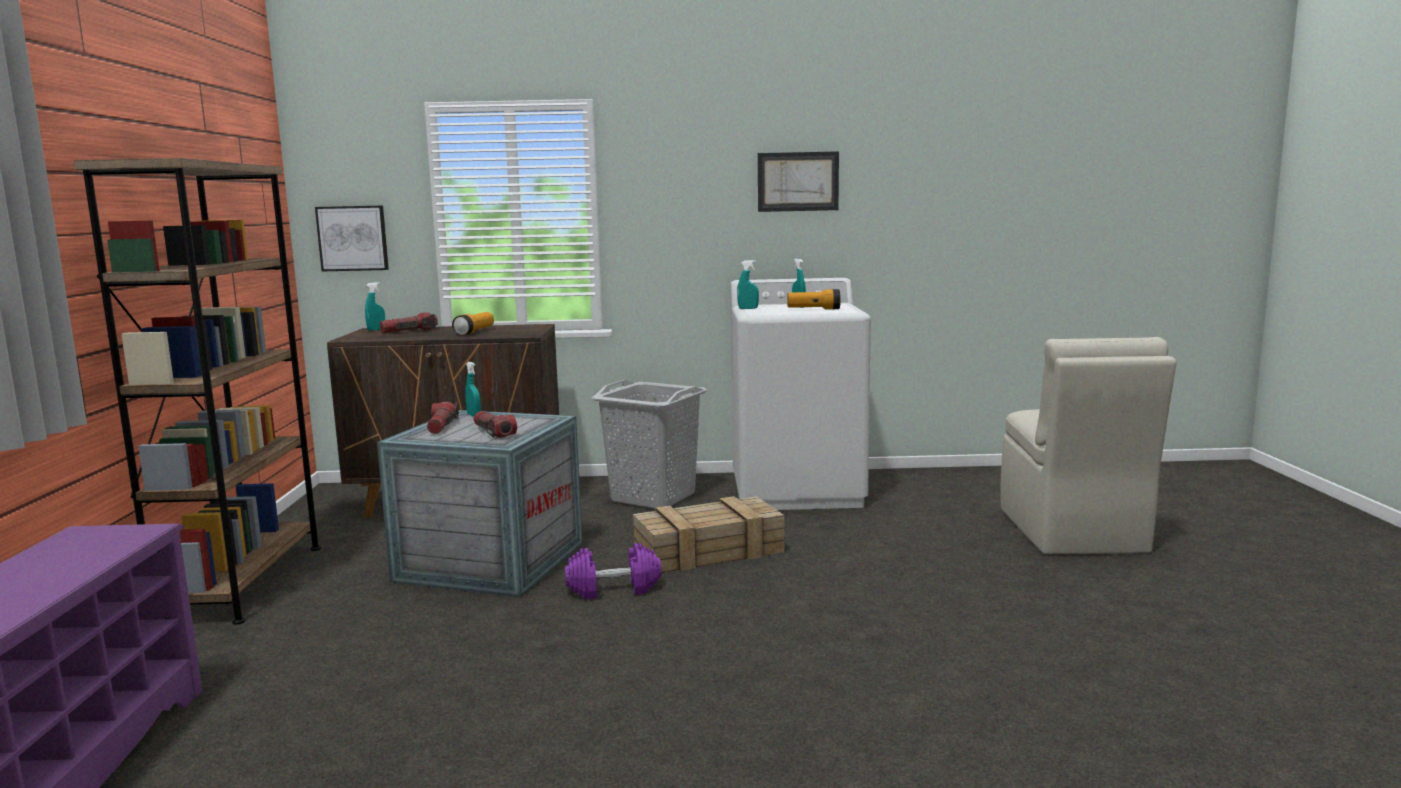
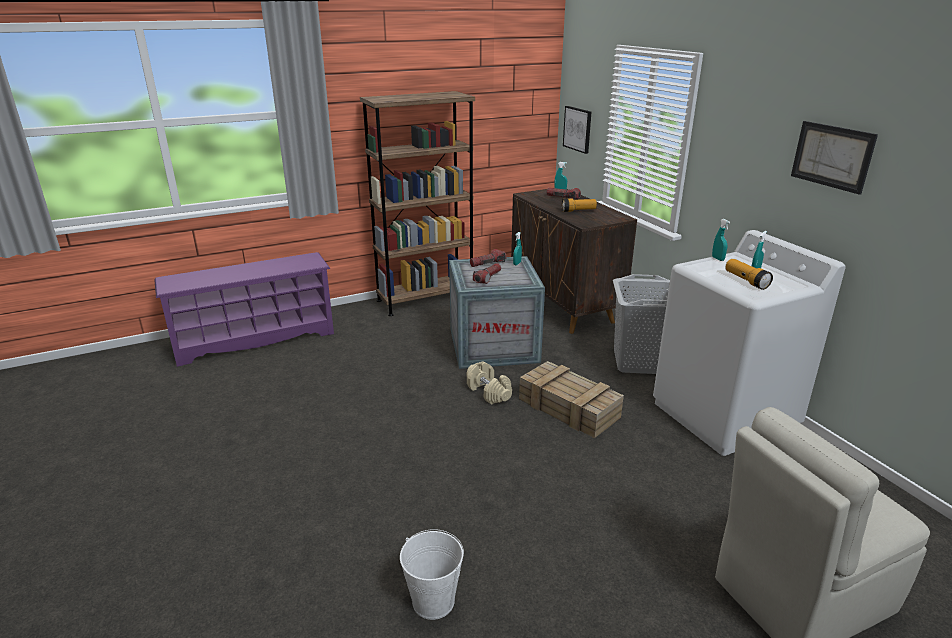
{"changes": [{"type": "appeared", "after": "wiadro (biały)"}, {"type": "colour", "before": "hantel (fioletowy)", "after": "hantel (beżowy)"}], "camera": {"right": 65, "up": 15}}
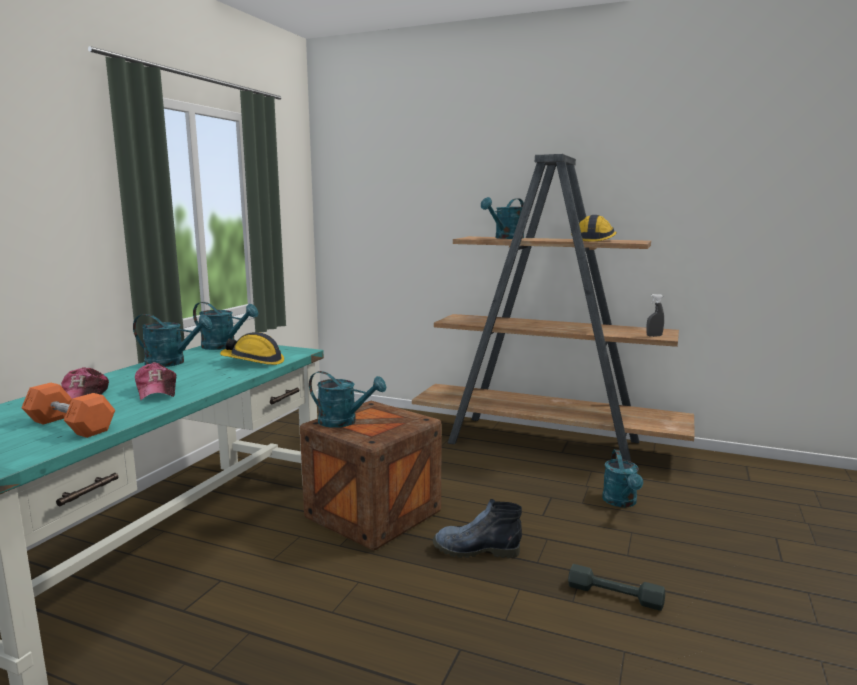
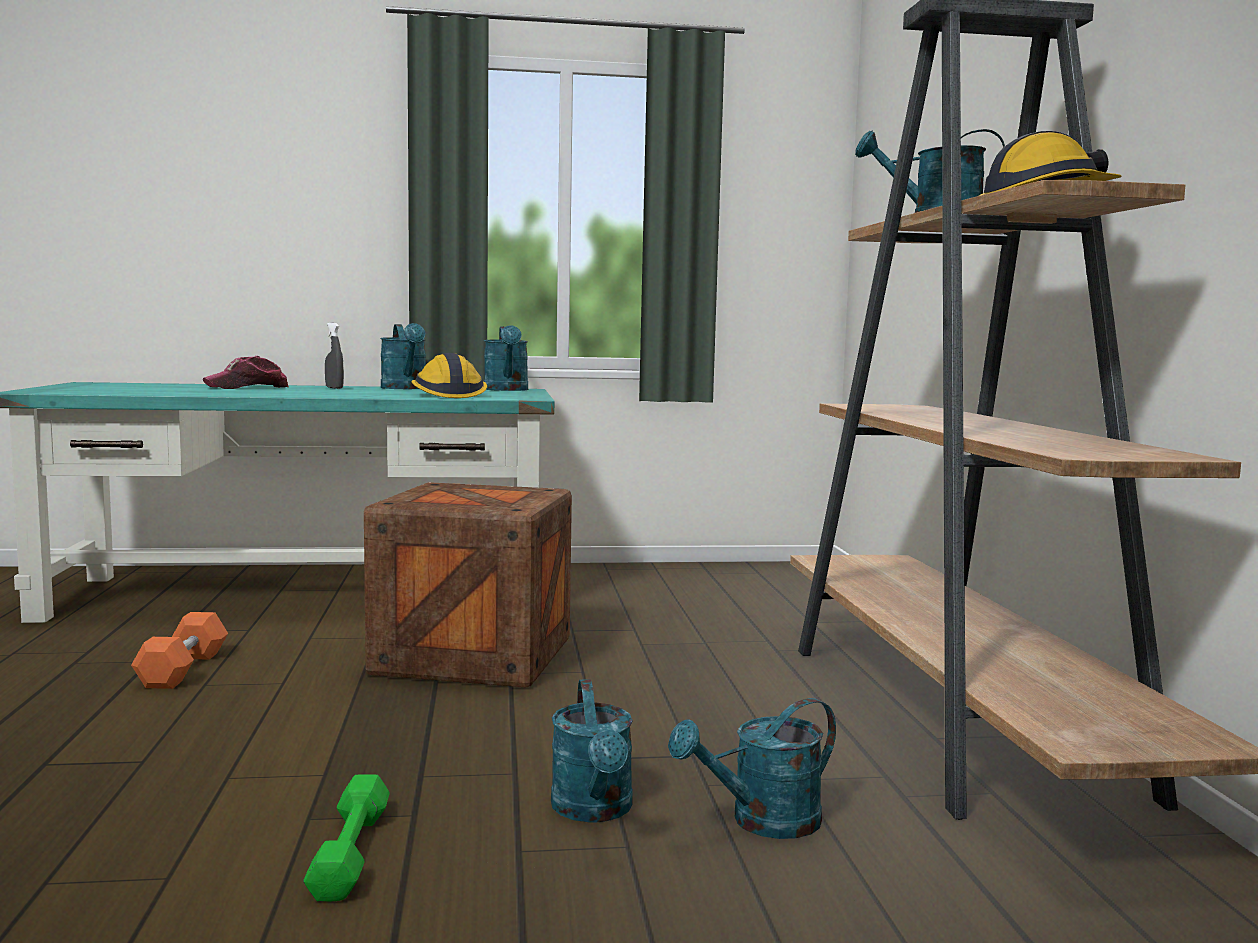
{"changes": [{"type": "missing", "before": "czapka z daszkiem (no. 2 from left)"}, {"type": "missing", "before": "but z cholewką"}, {"type": "relocated", "before": "hantel (pomarańczowy)"}, {"type": "relocated", "before": "konewka (turkusowy) (no. 3 from left)"}, {"type": "relocated", "before": "spryskiwacz (szary)"}, {"type": "colour", "before": "hantel (szary)", "after": "hantel (zielony)"}], "camera": {"right": 60, "up": -5}}
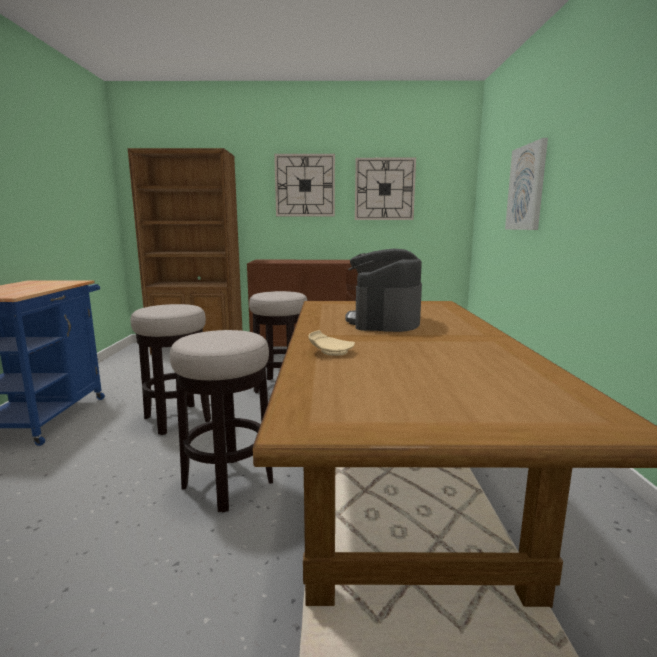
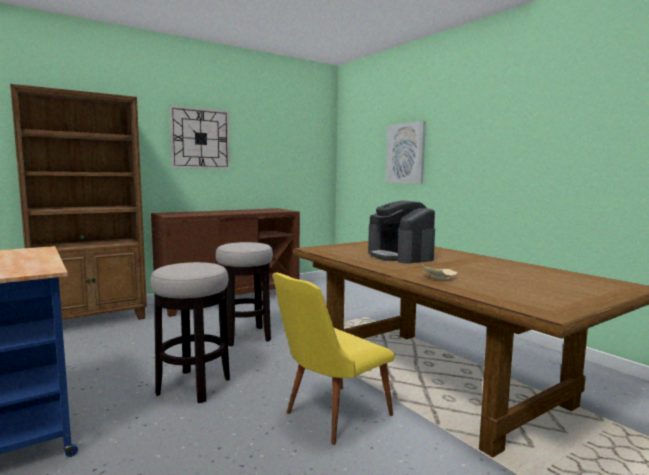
{"changes": [{"type": "missing", "before": "zegar ścienny (no. 2 from left)"}, {"type": "exchanged", "before": "stołek (no. 2 from left)", "after": "krzesło (żółty)"}], "camera": {"right": -35, "up": -5}}
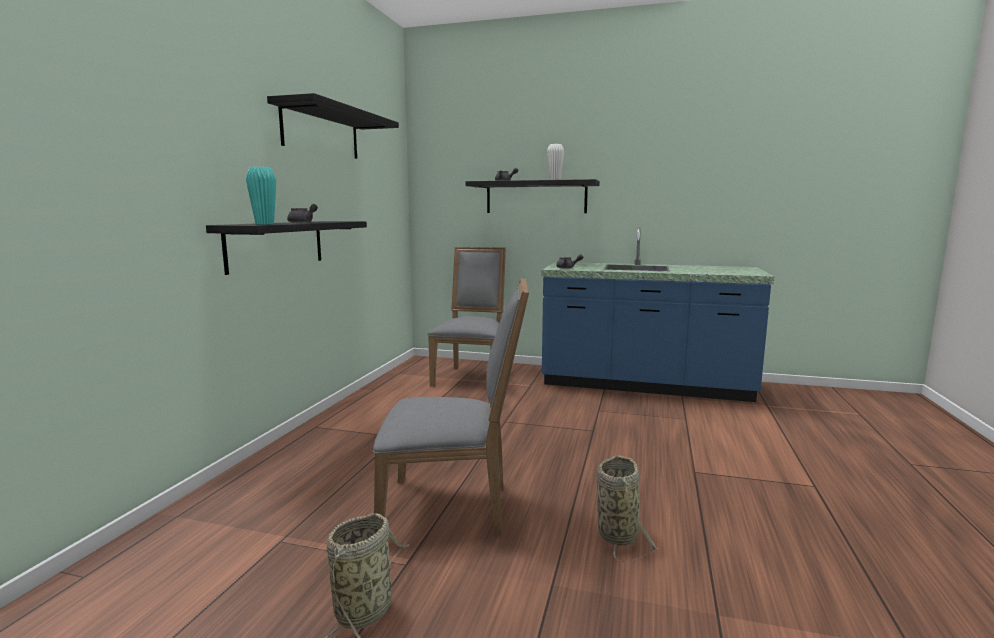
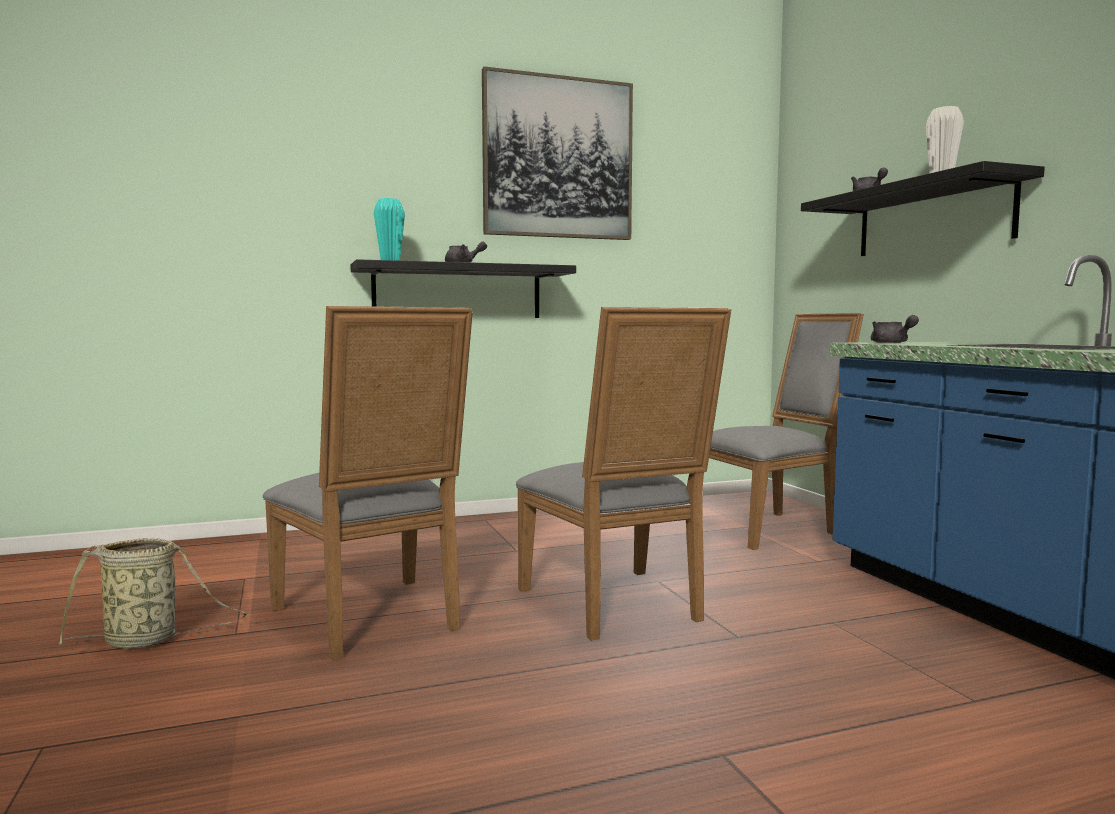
{"changes": [{"type": "missing", "before": "koszyk (no. 2 from left)"}, {"type": "appeared", "after": "krzesło (szary) (no. 2 from left)"}, {"type": "exchanged", "before": "półka (czarny) (no. 2 from left)", "after": "obraz"}], "camera": {"right": 55, "up": -5}}
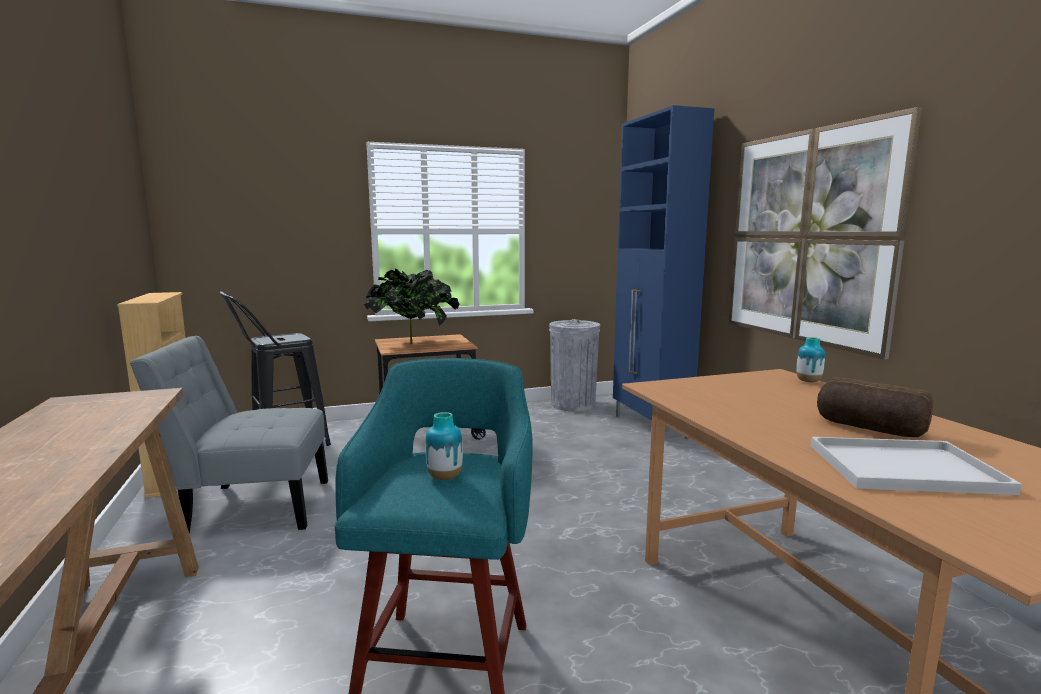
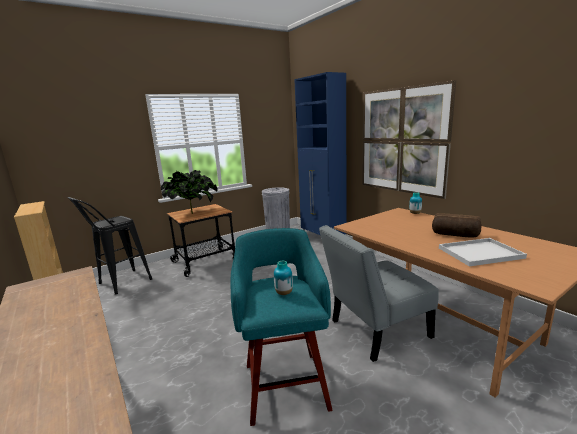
{"changes": [{"type": "relocated", "before": "krzesło (szary)"}], "camera": {"right": -15, "up": 5}}
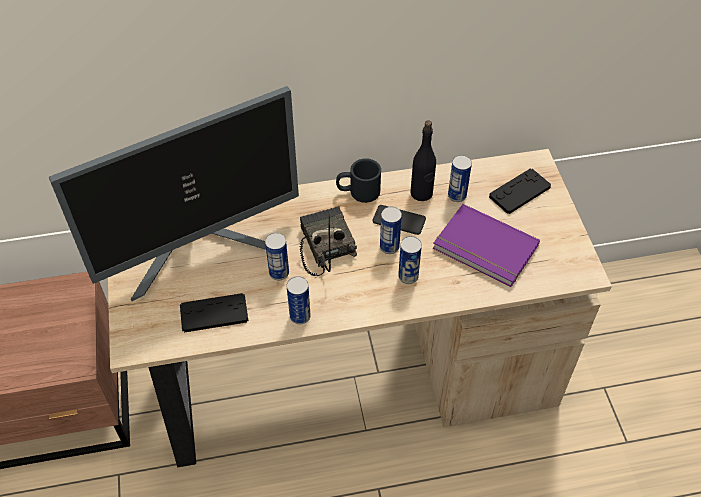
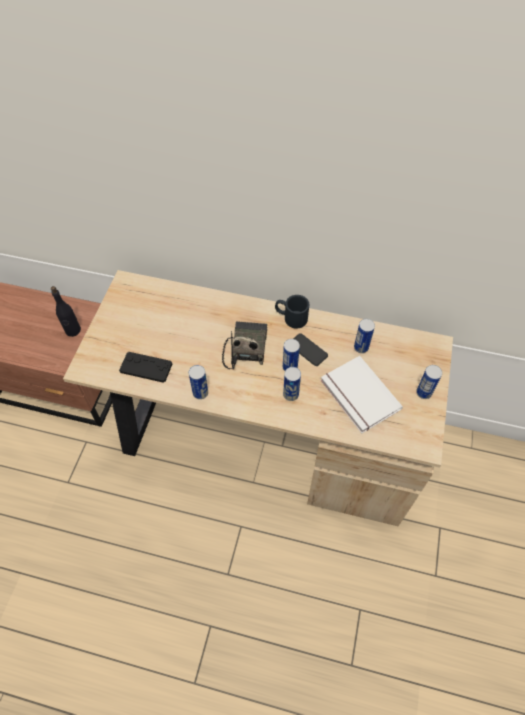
{"changes": [{"type": "missing", "before": "monitor"}, {"type": "missing", "before": "pad do gier (czarny) (no. 2 from left)"}, {"type": "relocated", "before": "puszka (no. 1 from left in the first image)", "after": "puszka (no. 5 from left)"}, {"type": "relocated", "before": "butelka (czarny)"}, {"type": "colour", "before": "książka (fioletowy)", "after": "książka (biały)"}], "camera": {"right": 25, "up": 5}}
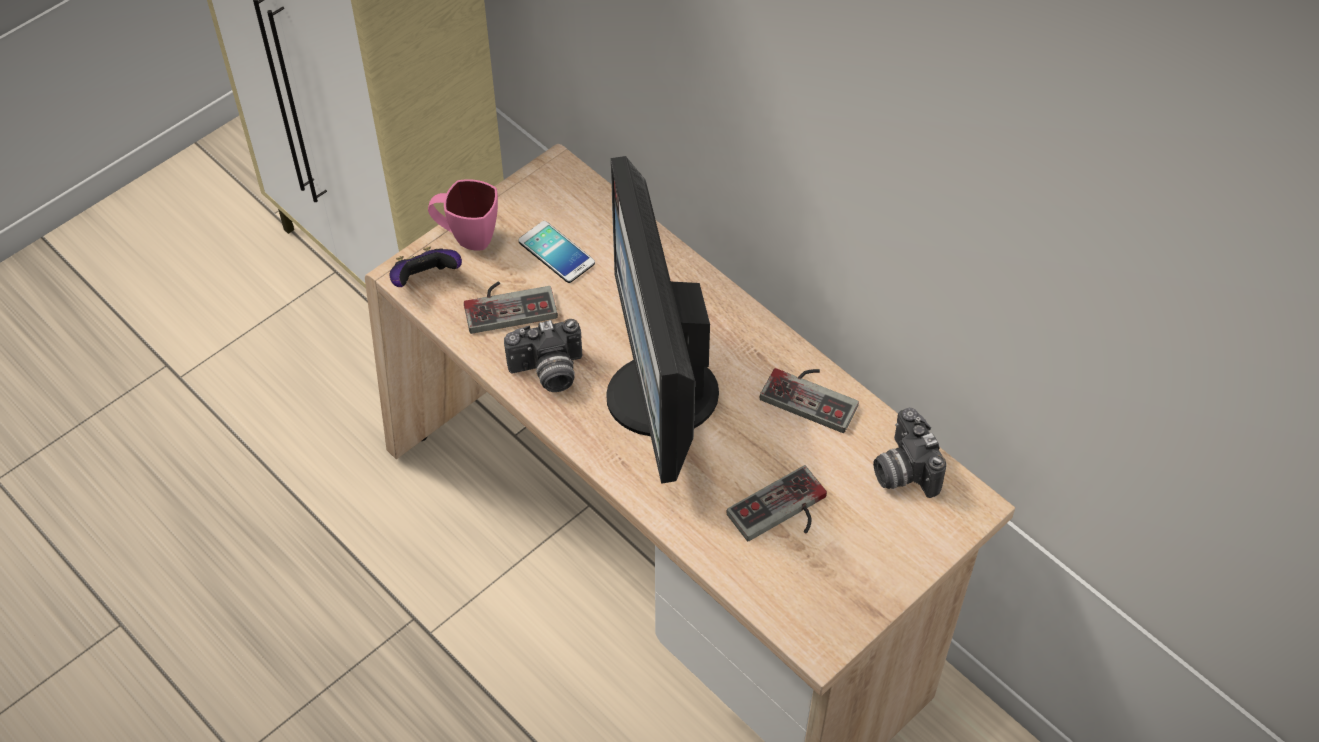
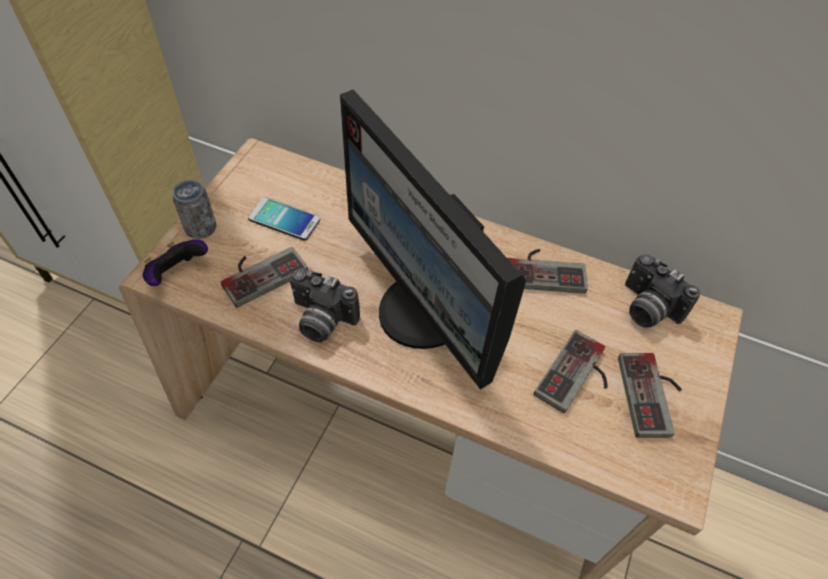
{"changes": [{"type": "appeared", "after": "pad do gier (no. 5 from left)"}, {"type": "exchanged", "before": "kubek (różowy)", "after": "puszka"}, {"type": "spun", "before": "aparat fotograficzny (no. 1 from left)", "turn": 60}], "camera": {"right": -25, "up": 0}}
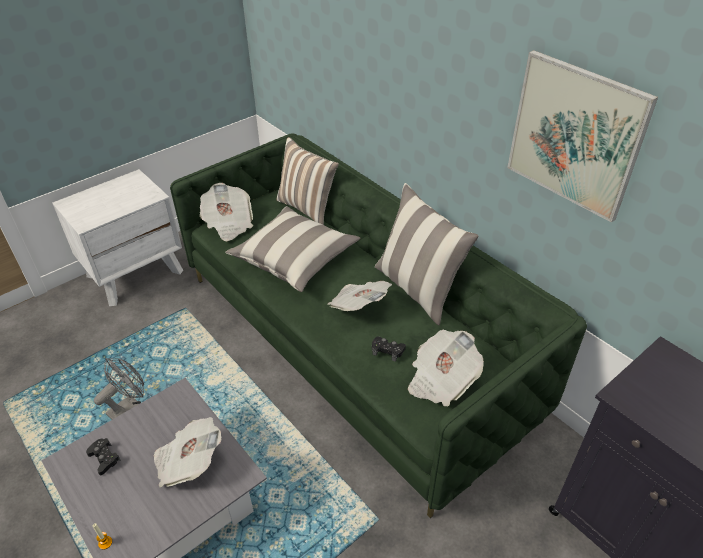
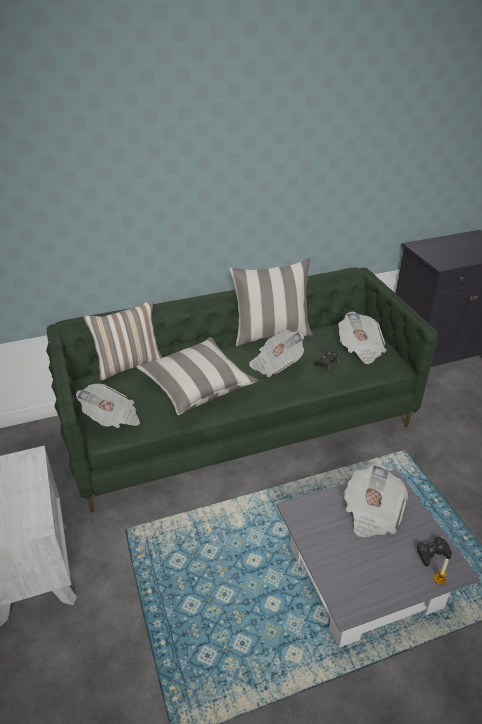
{"changes": [{"type": "missing", "before": "wentylator (szary)"}, {"type": "missing", "before": "obraz"}, {"type": "relocated", "before": "pad do gier (czarny) (no. 1 from left in the first image)", "after": "pad do gier (czarny) (no. 2 from left)"}], "camera": {"right": -70, "up": -5}}
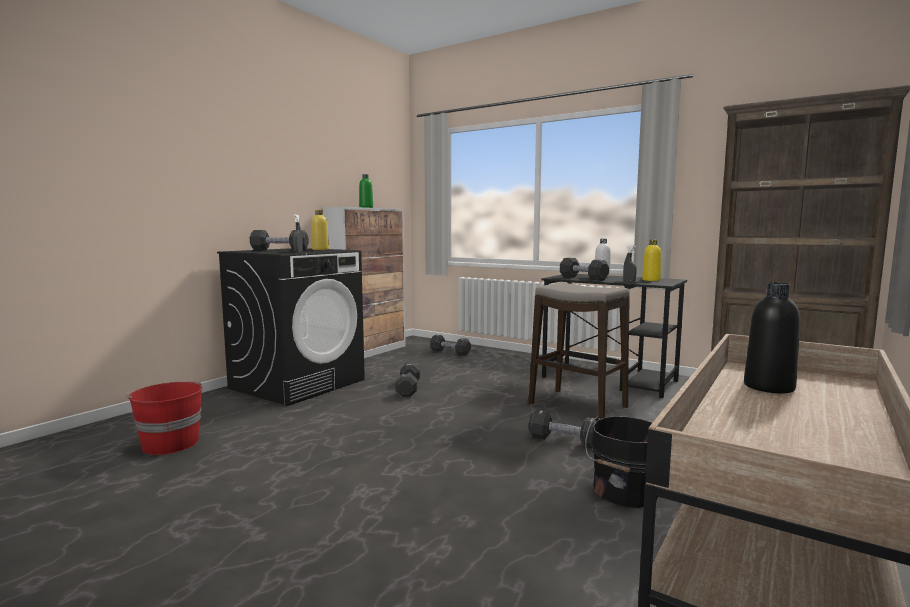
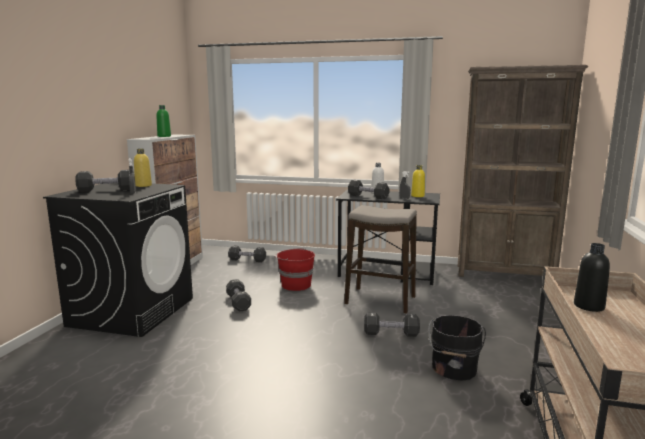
{"changes": [{"type": "relocated", "before": "wiadro (czerwony)"}], "camera": {"right": -20, "up": 5}}
